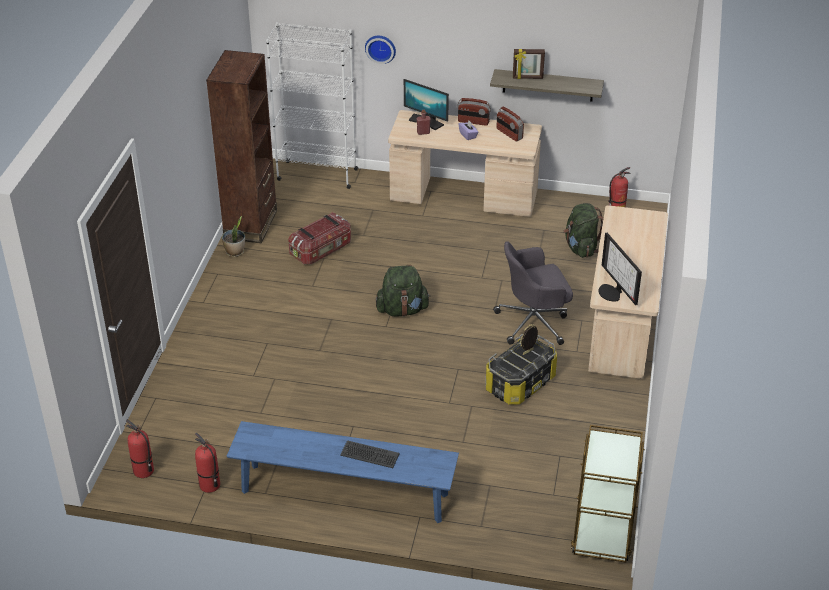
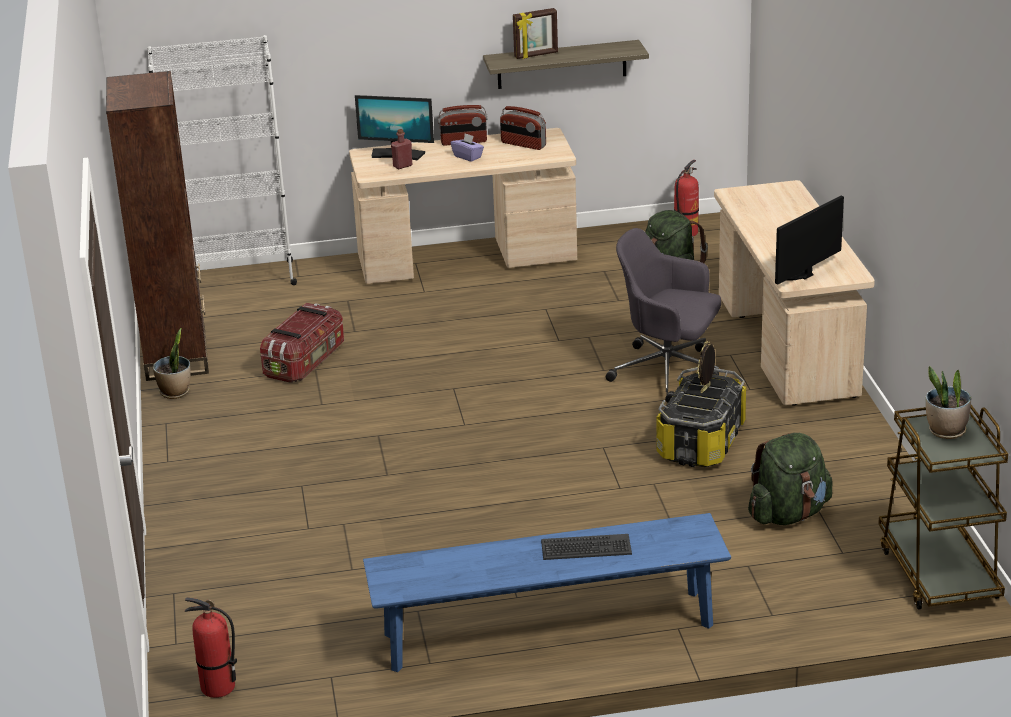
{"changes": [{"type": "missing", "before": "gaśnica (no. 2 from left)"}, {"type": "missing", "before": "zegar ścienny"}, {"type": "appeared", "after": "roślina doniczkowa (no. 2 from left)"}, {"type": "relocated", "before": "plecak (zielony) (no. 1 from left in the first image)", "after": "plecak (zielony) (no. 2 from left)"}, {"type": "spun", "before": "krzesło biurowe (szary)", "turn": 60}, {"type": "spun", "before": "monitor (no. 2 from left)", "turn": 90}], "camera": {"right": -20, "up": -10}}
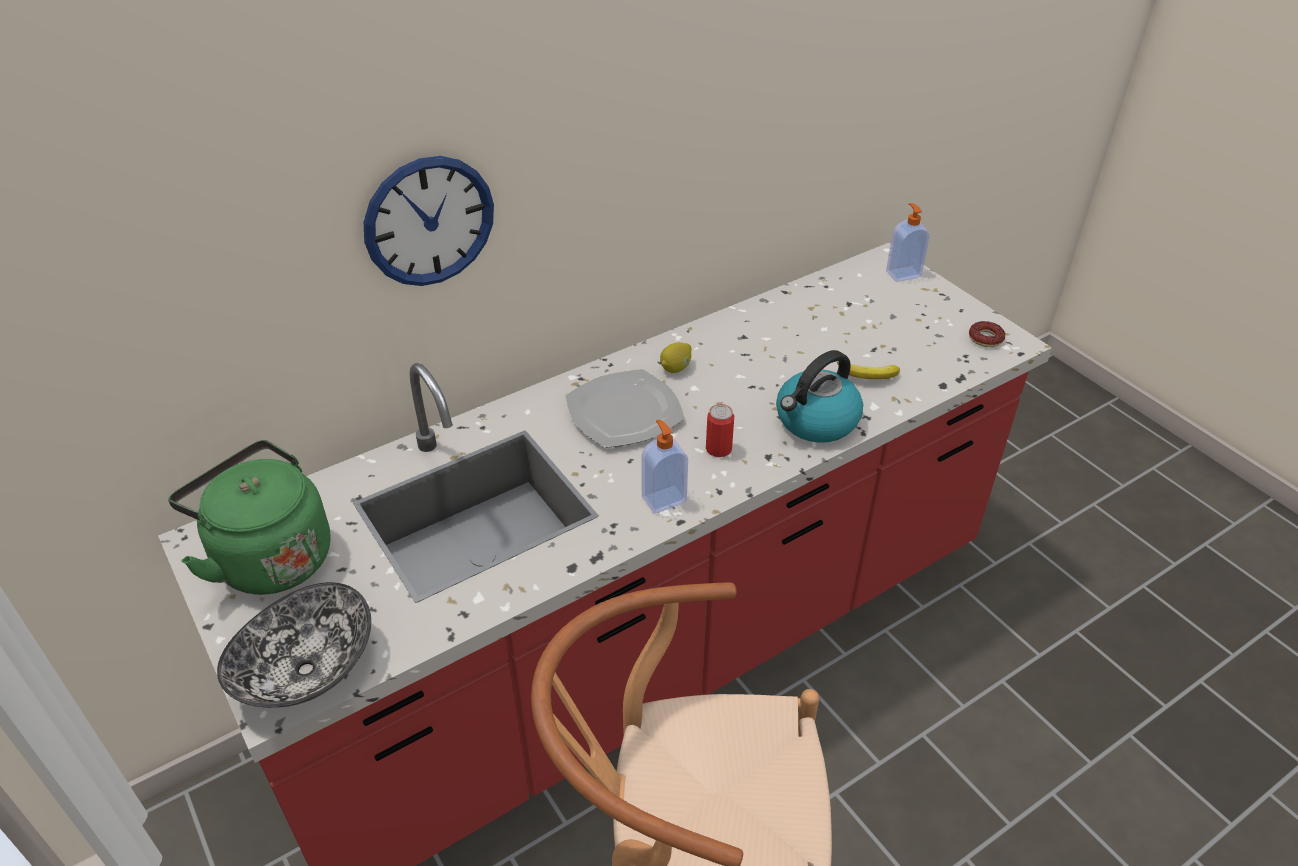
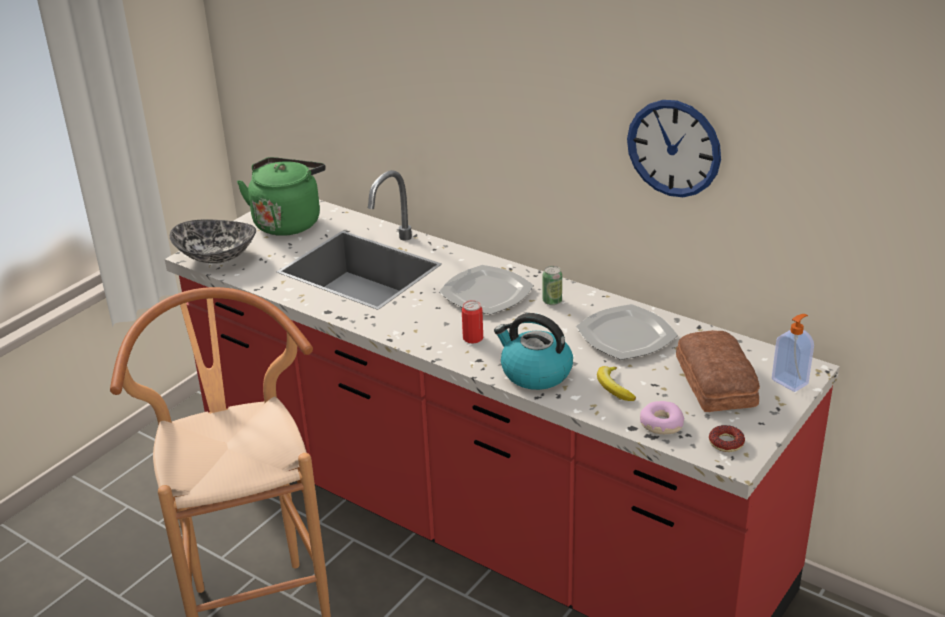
{"changes": [{"type": "missing", "before": "dozownik mydła (no. 1 from left)"}, {"type": "appeared", "after": "talerz (no. 2 from left)"}, {"type": "appeared", "after": "donut (no. 1 from left)"}, {"type": "appeared", "after": "chleb"}, {"type": "relocated", "before": "zegar ścienny"}, {"type": "exchanged", "before": "cytryna", "after": "puszka (no. 2 from left)"}], "camera": {"right": 70, "up": -10}}
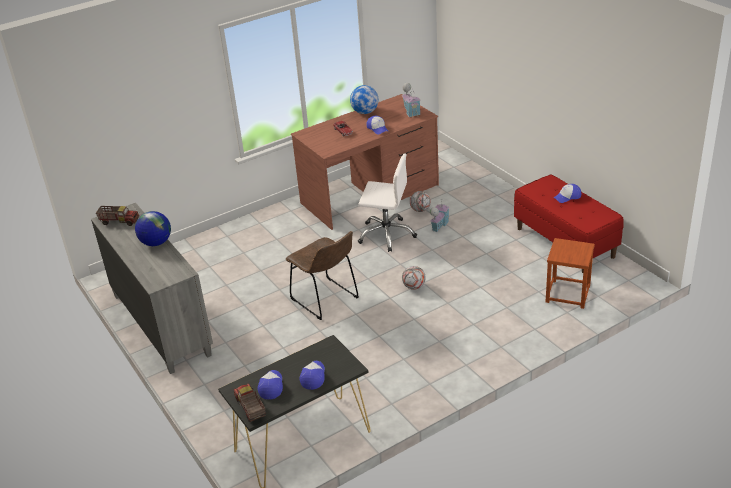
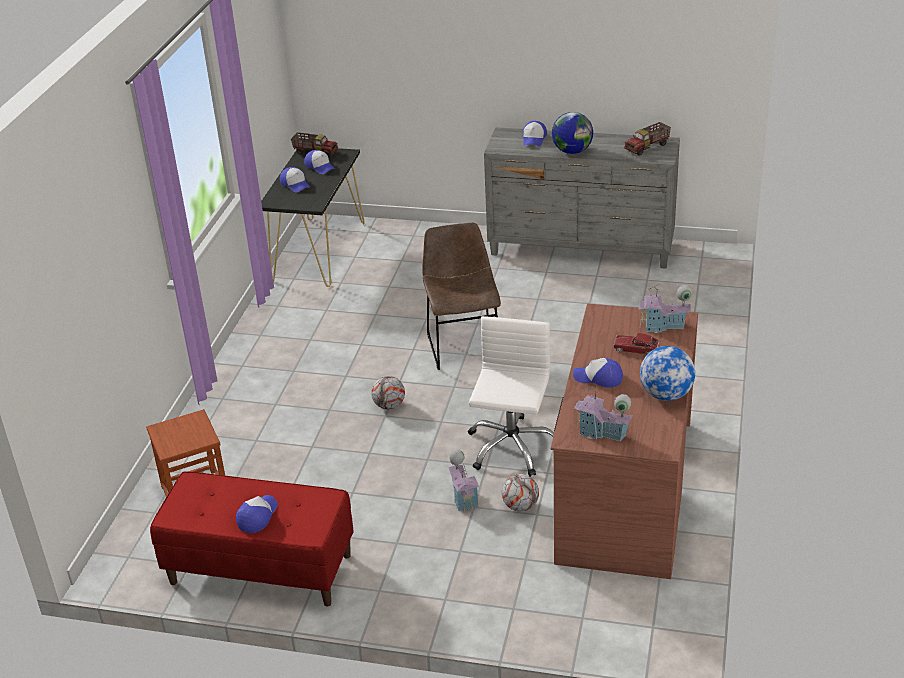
{"changes": [{"type": "appeared", "after": "czapka z daszkiem (no. 4 from left)"}, {"type": "appeared", "after": "domek (no. 3 from left)"}, {"type": "spun", "before": "krzesło (brązowy)", "turn": 75}, {"type": "spun", "before": "krzesło biurowe (biały)", "turn": 135}], "camera": {"right": 135, "up": 0}}
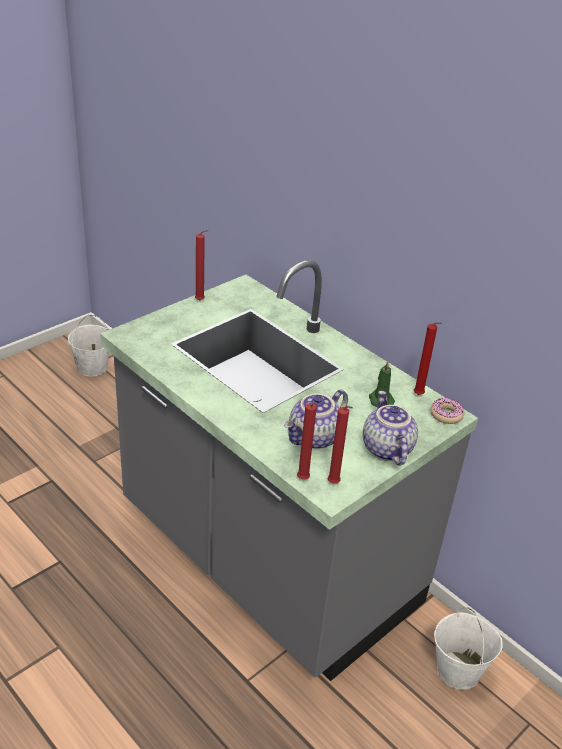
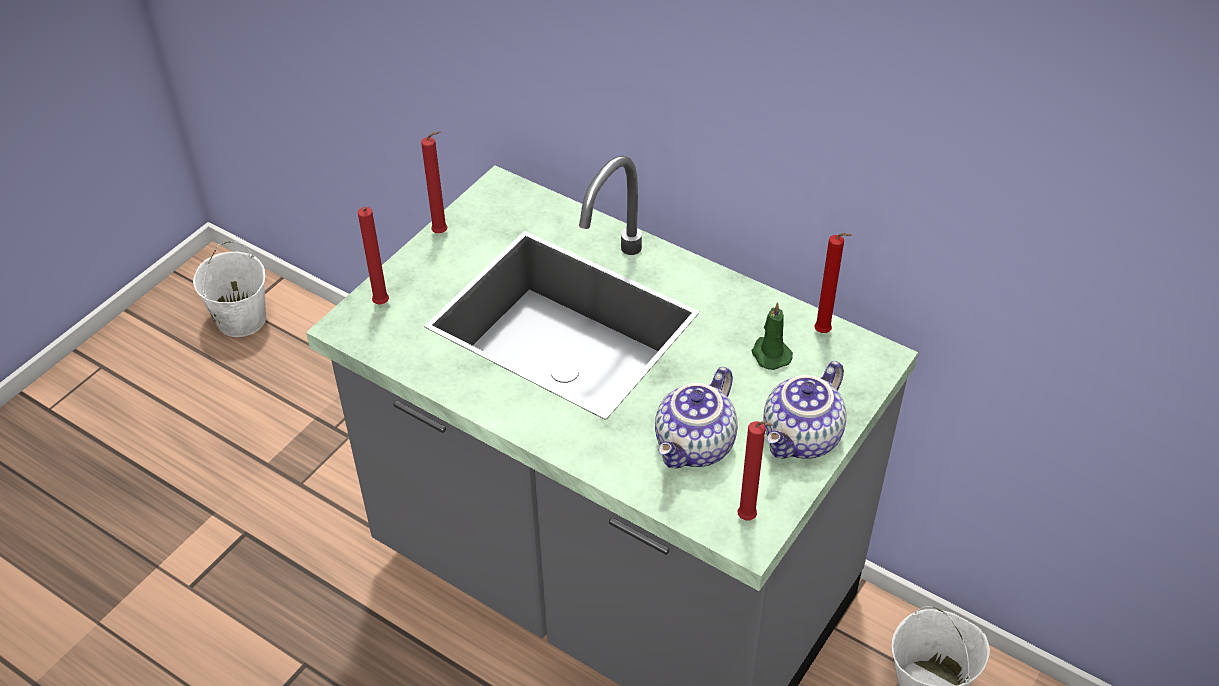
{"changes": [{"type": "missing", "before": "donut"}, {"type": "relocated", "before": "świeca (czerwony) (no. 2 from left in the first image)", "after": "świeca (czerwony) (no. 1 from left)"}, {"type": "spun", "before": "imbryk (no. 2 from left)", "turn": -120}], "camera": {"right": -10, "up": 10}}
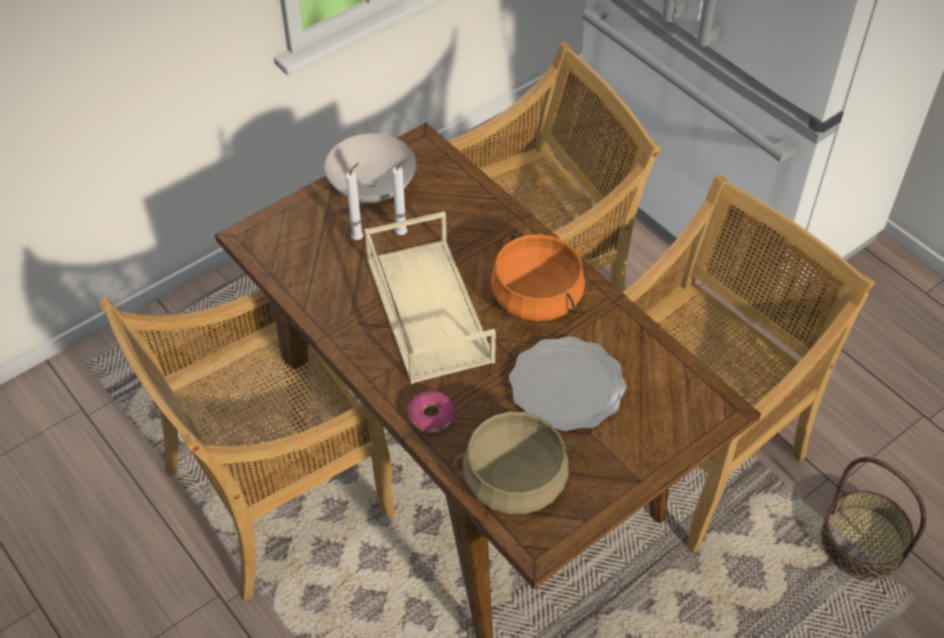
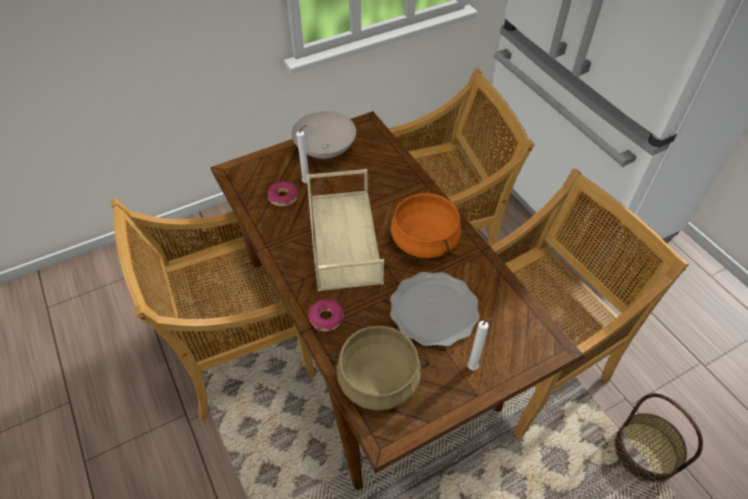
{"changes": [{"type": "appeared", "after": "donut (no. 1 from left)"}, {"type": "relocated", "before": "świeca (biały) (no. 2 from left)"}], "camera": {"right": 10, "up": 0}}
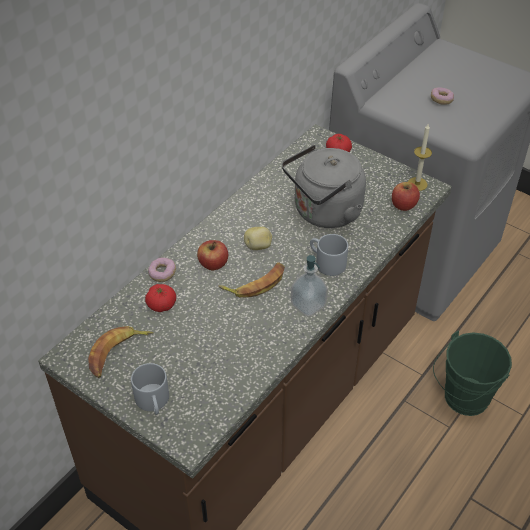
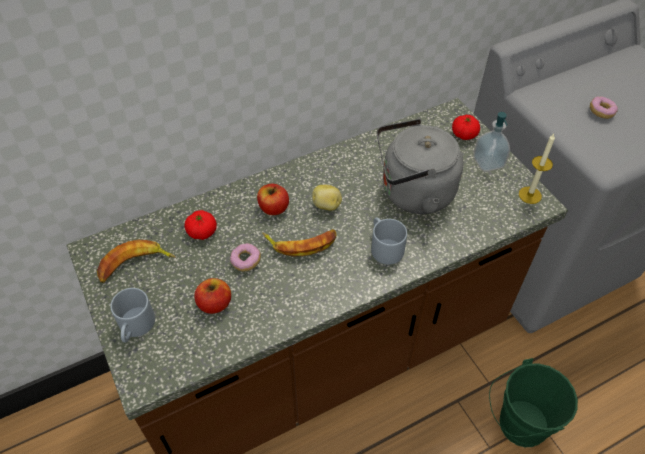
{"changes": [{"type": "relocated", "before": "donut (no. 1 from left)"}, {"type": "relocated", "before": "dozownik mydła"}, {"type": "relocated", "before": "jabłko (no. 2 from left in the first image)", "after": "jabłko (no. 1 from left)"}], "camera": {"right": 25, "up": 5}}
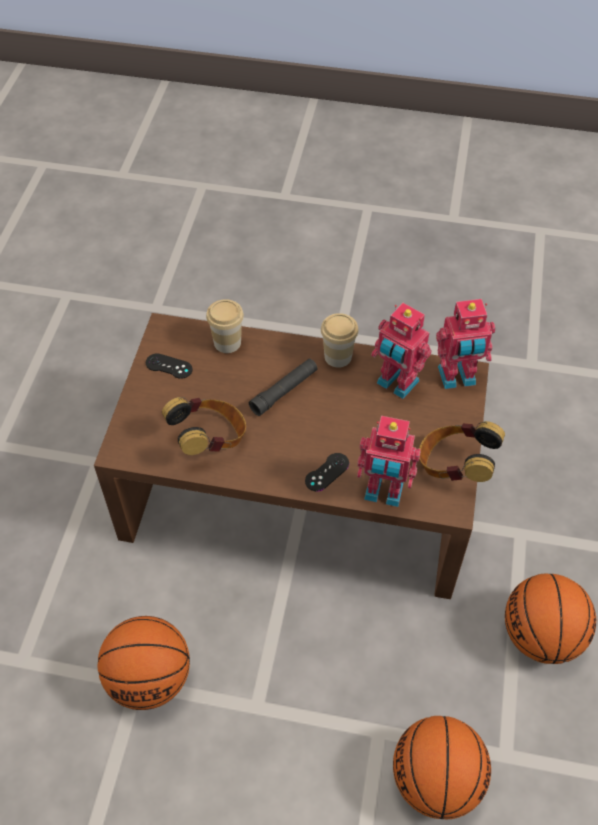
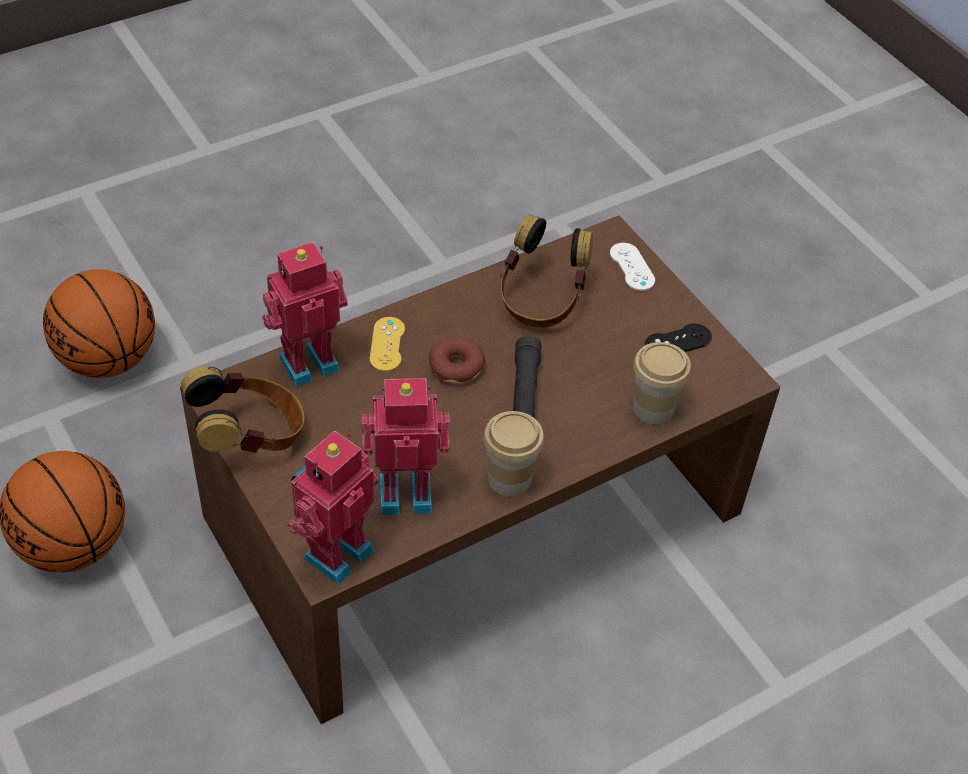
{"changes": [{"type": "missing", "before": "piłka do koszykówki (no. 1 from left)"}, {"type": "appeared", "after": "donut"}, {"type": "appeared", "after": "pad do gier (biały)"}, {"type": "colour", "before": "pad do gier (czarny) (no. 2 from left)", "after": "pad do gier (żółty)"}], "camera": {"right": 135, "up": -5}}
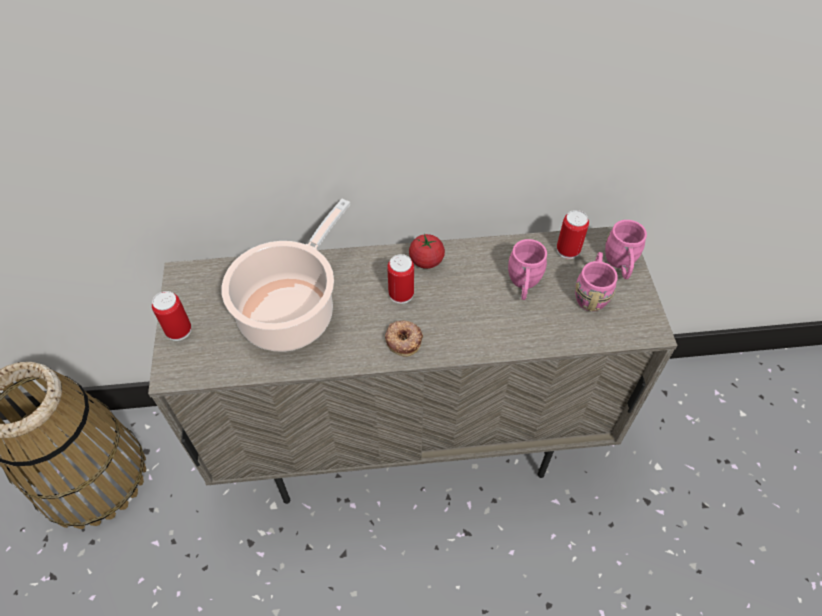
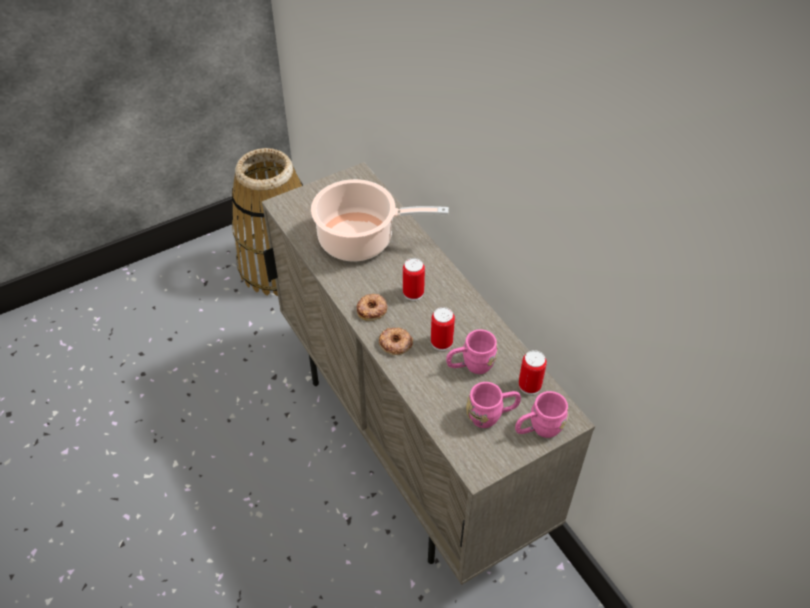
{"changes": [{"type": "missing", "before": "pomidor"}, {"type": "appeared", "after": "donut (no. 2 from left)"}, {"type": "relocated", "before": "puszka (no. 1 from left in the first image)", "after": "puszka (no. 2 from left)"}], "camera": {"right": 65, "up": -5}}
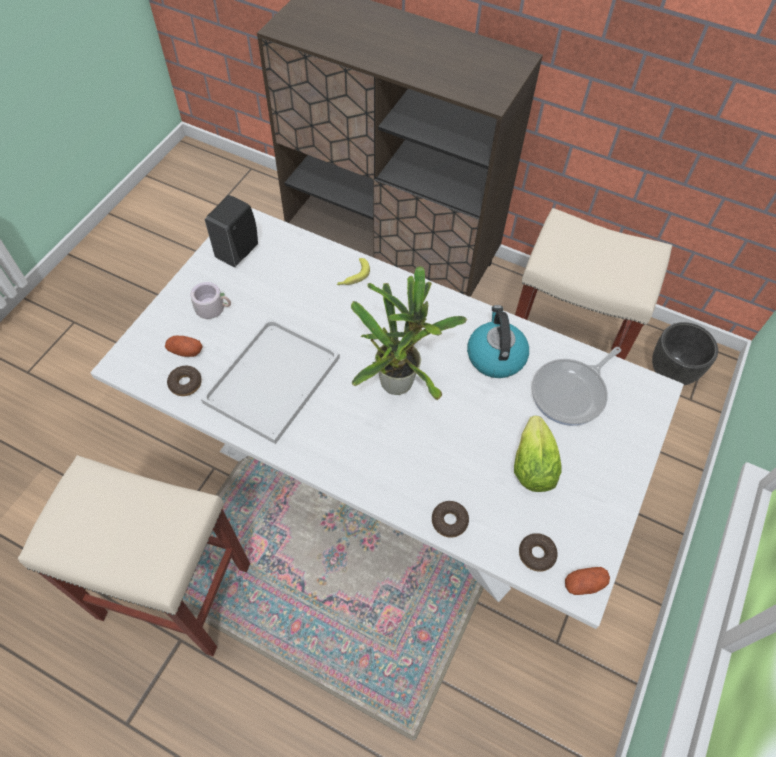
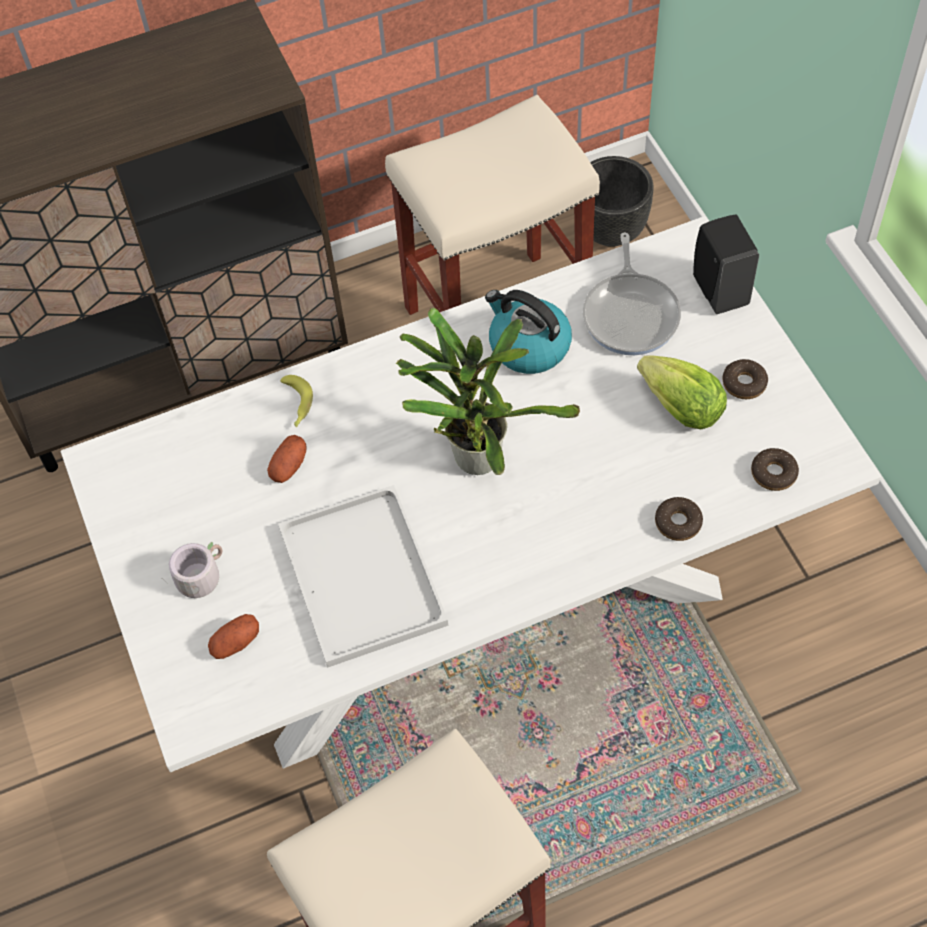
{"changes": [{"type": "relocated", "before": "donut (no. 1 from left in the first image)", "after": "donut (no. 2 from left)"}, {"type": "relocated", "before": "dozownik mydła (czarny)"}, {"type": "relocated", "before": "ziemniak (no. 2 from left)"}], "camera": {"right": -45, "up": 0}}
